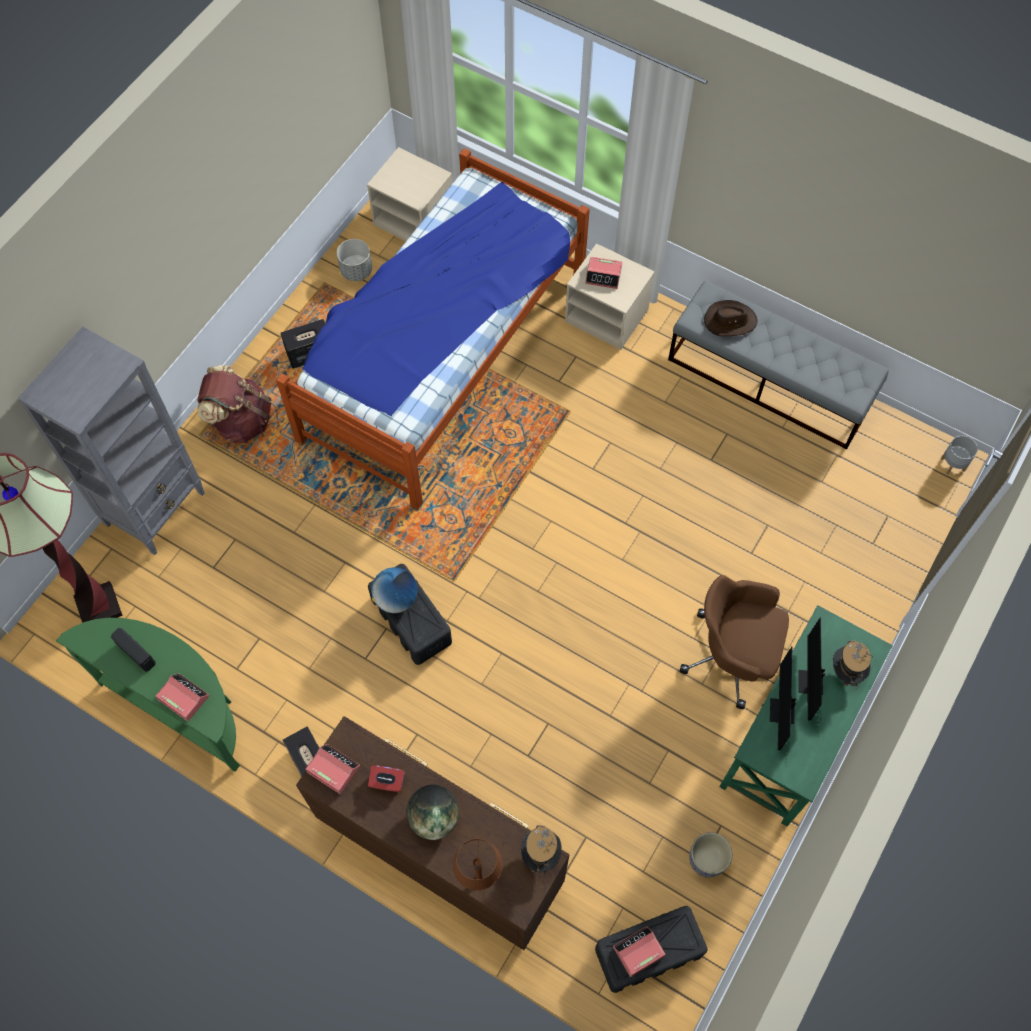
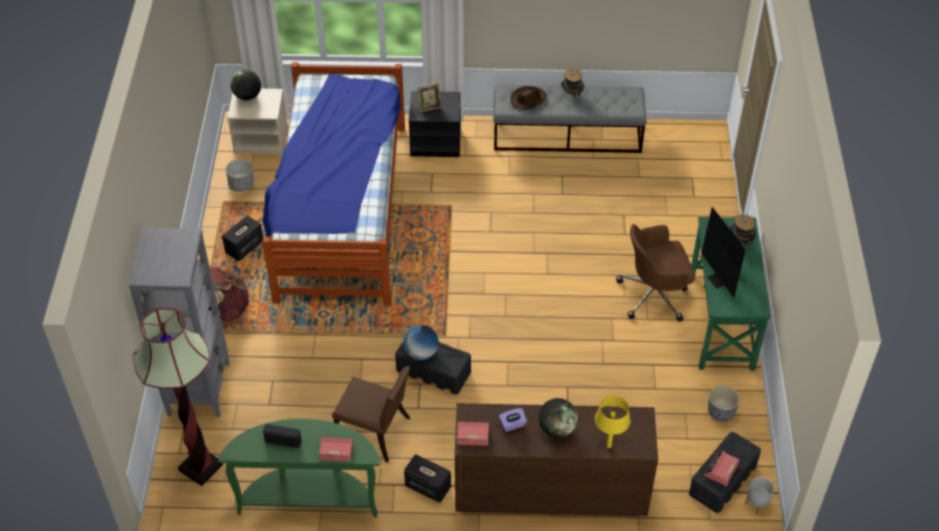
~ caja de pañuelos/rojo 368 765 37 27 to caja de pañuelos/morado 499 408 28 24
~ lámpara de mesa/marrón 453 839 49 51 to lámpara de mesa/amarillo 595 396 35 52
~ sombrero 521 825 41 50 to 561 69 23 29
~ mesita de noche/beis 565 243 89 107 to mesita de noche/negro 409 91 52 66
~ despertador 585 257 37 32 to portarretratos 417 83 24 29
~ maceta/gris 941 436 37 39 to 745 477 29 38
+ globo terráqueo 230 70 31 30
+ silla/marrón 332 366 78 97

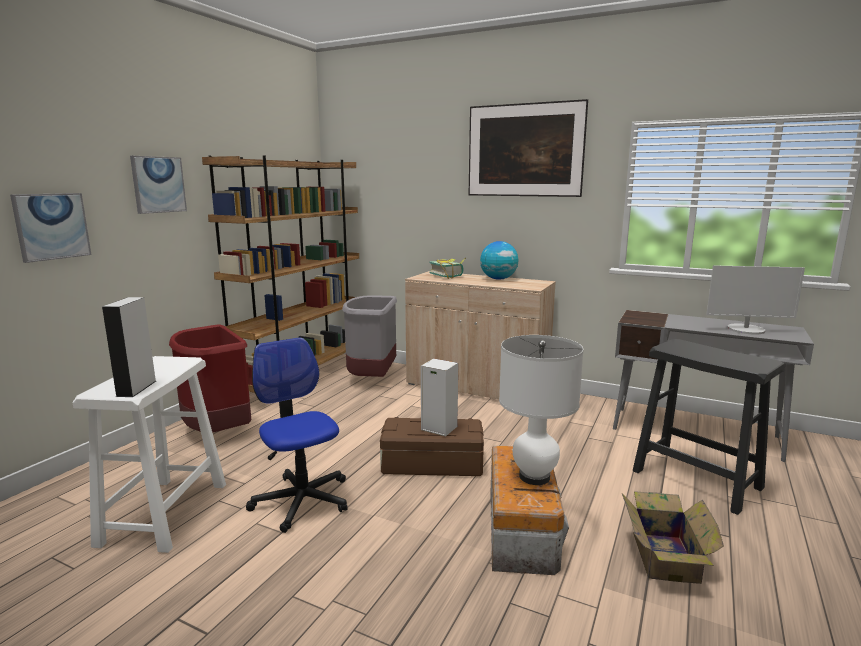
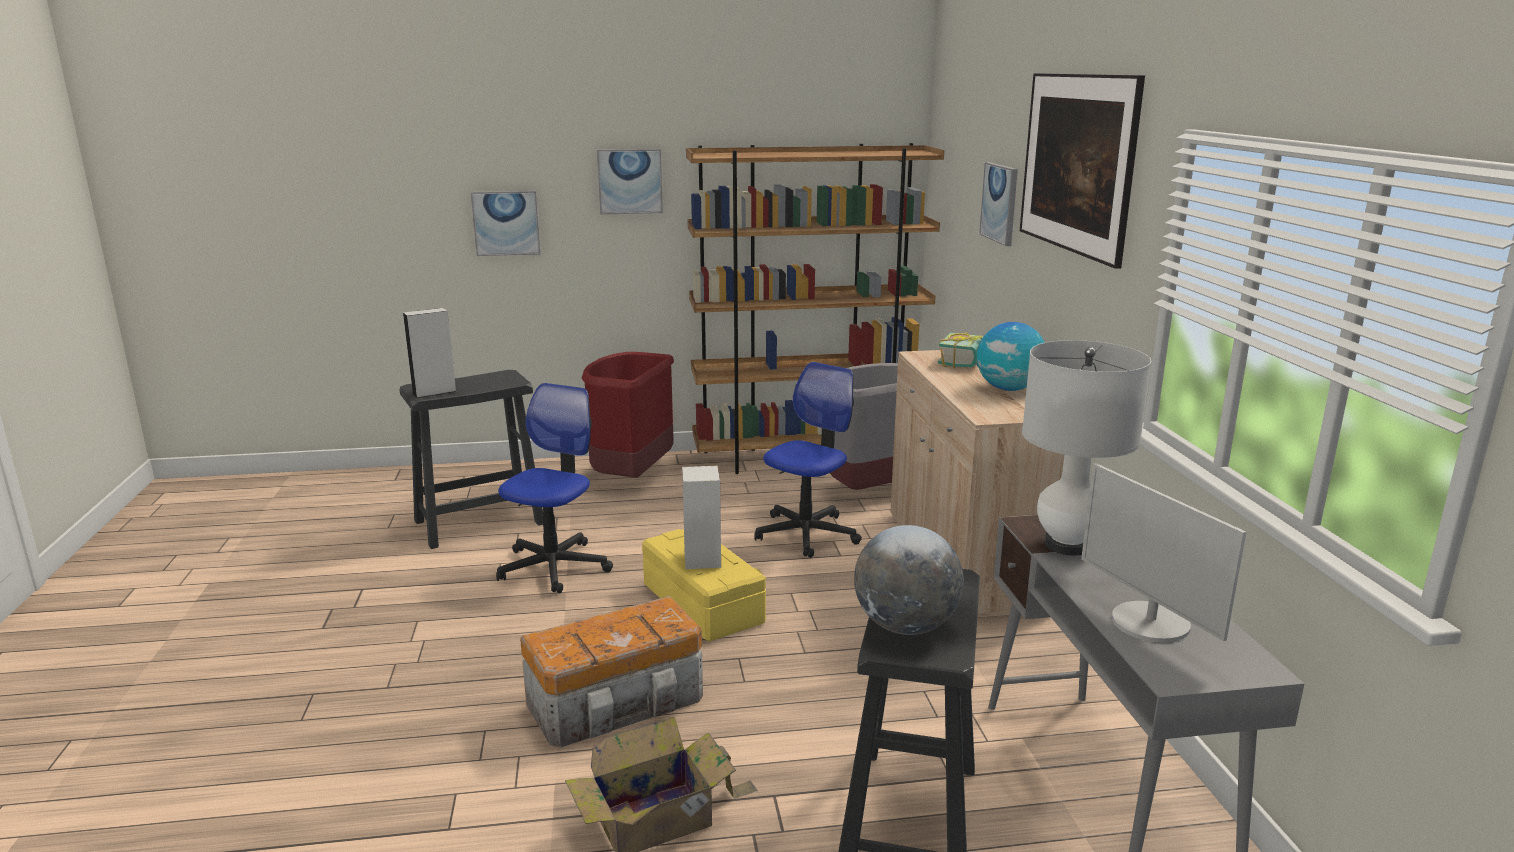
~ taburete/blanco 72 356 154 197 to taburete/negro 400 370 143 179
~ caja de almacenaje/marrón 380 417 104 59 to caja de almacenaje/amarillo 642 529 124 113
~ lámpara de mesa/blanco 499 335 85 150 to 1022 340 130 216
+ silla de oficina 754 362 108 196
+ globo terráqueo 854 525 110 110
+ cuadro 979 162 39 84

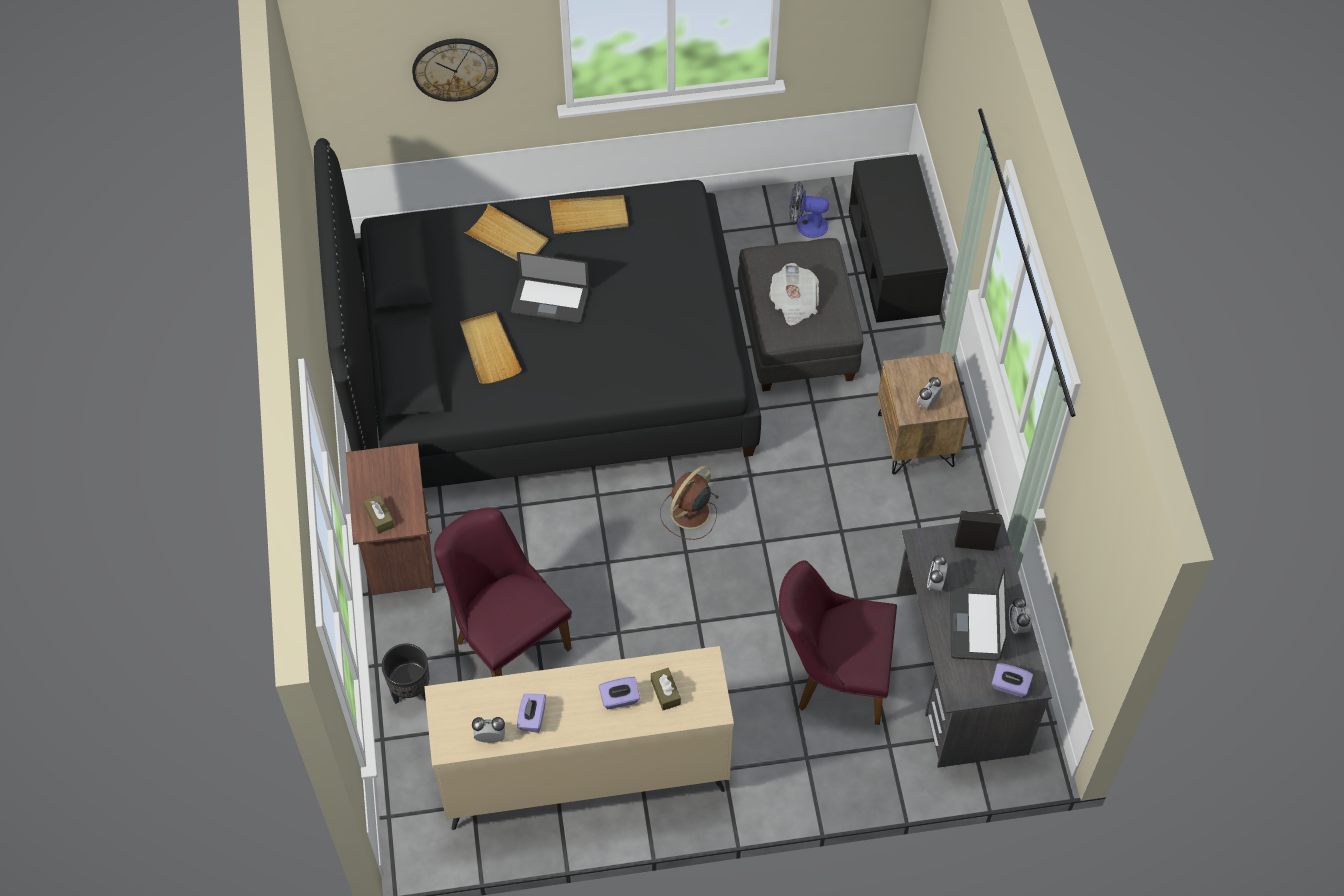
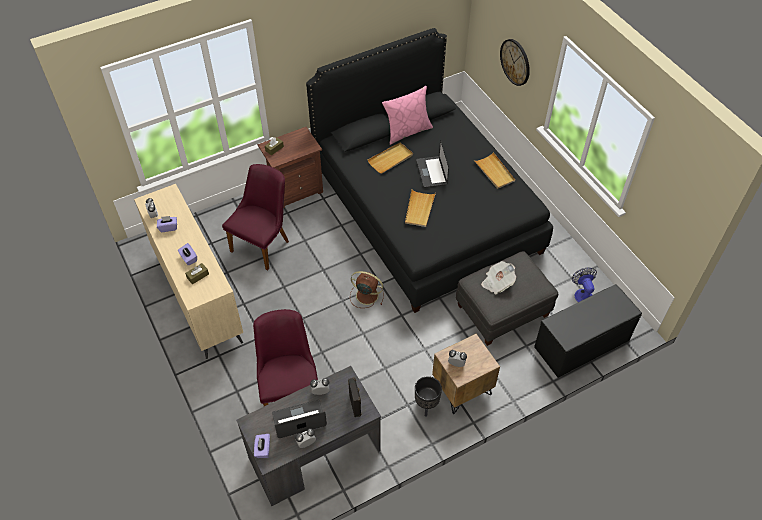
~ maceta/negro 382 644 48 60 to 415 376 27 41
~ bandeja/beis 464 204 84 57 to 405 190 31 37
+ cojín/rosa 382 86 51 59

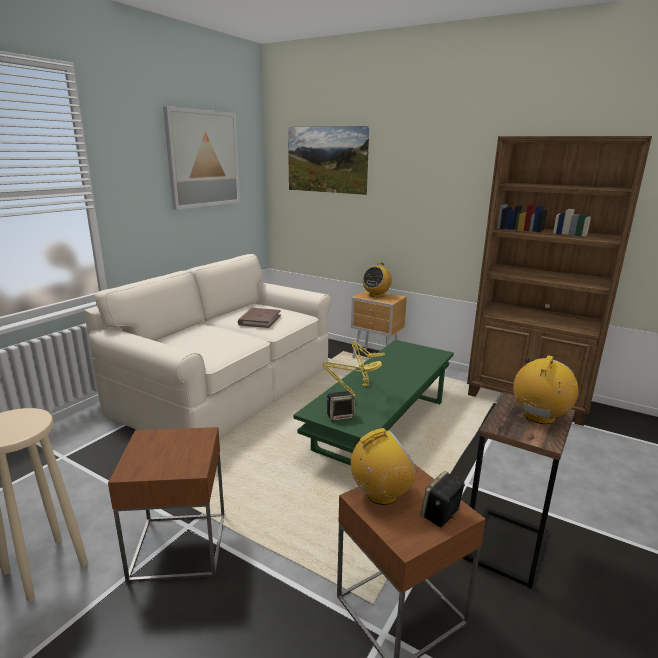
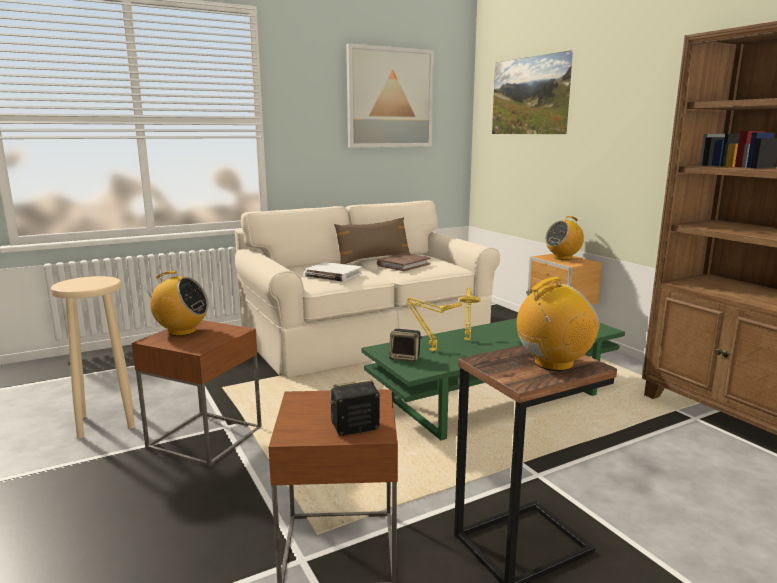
~ radio 351 428 67 77 to 142 271 67 65
+ libro/blanco 305 262 58 20
+ cojín/marrón 334 217 76 47

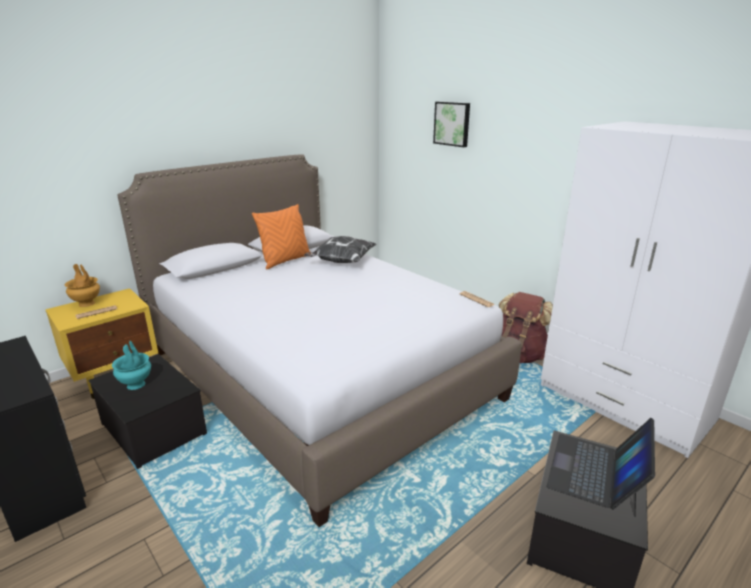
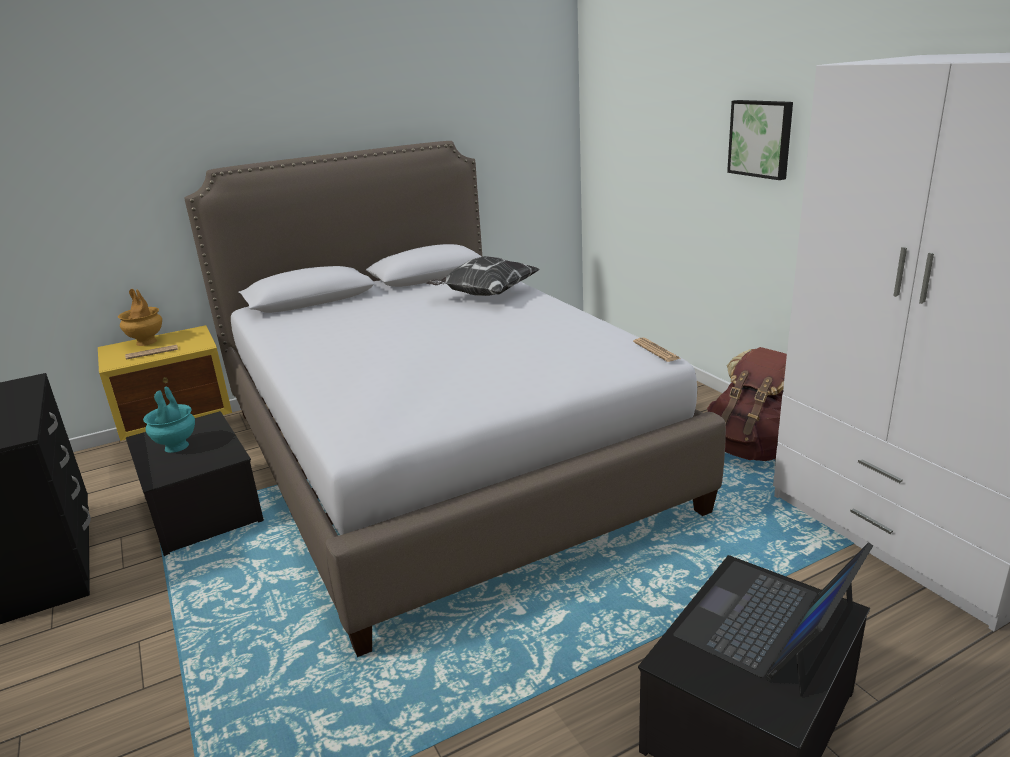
- cojín/naranja 252 204 60 65
~ cuadro 433 101 37 46 to 727 100 66 80

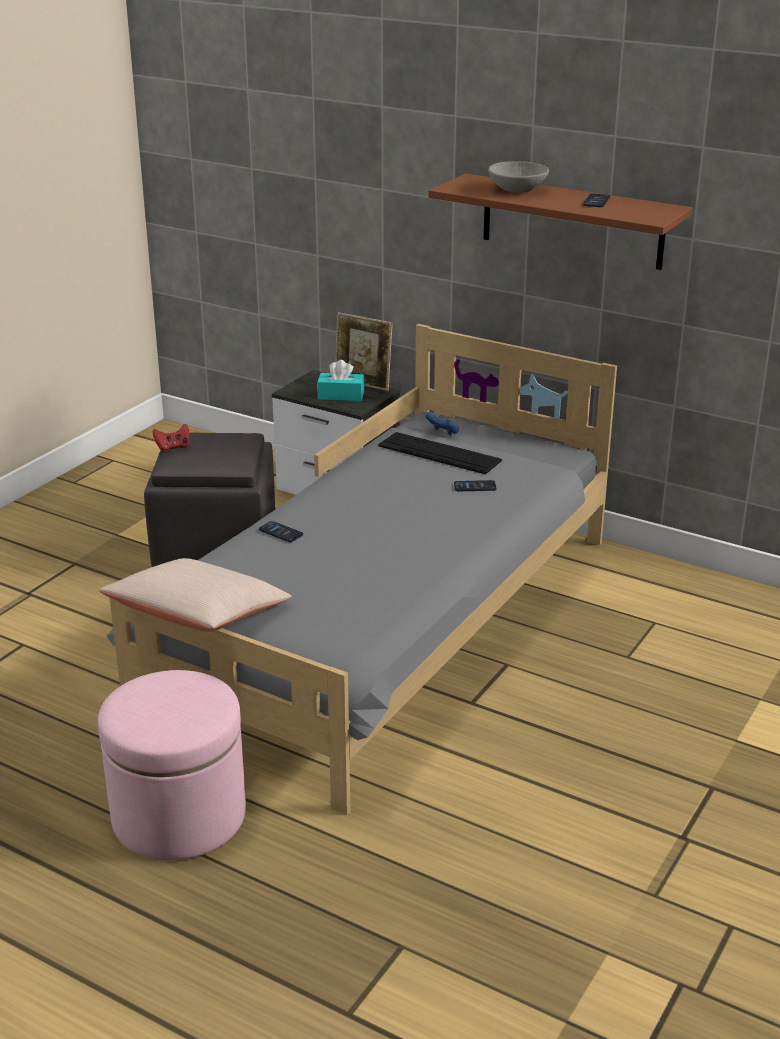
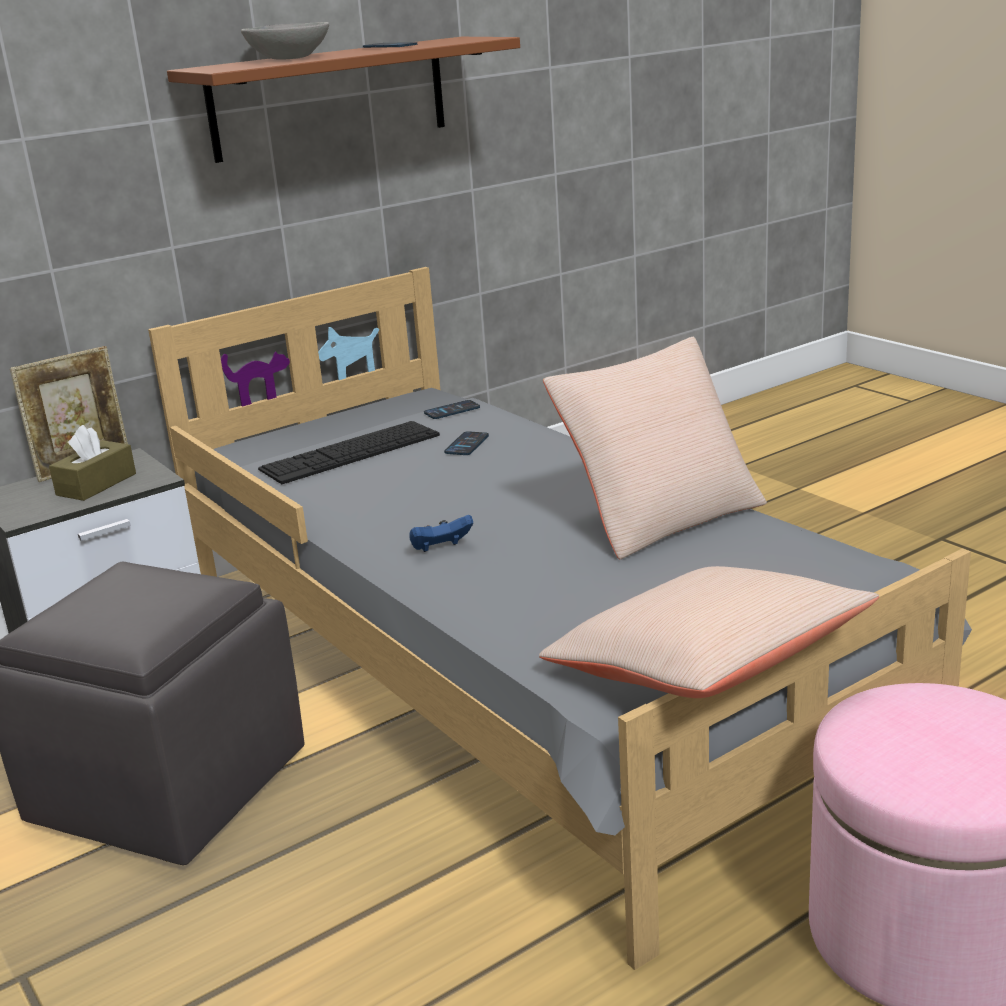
- mando de consola/rojo 153 424 37 27
~ móvil 259 521 44 21 to 424 400 56 19
~ caja de pañuelos/turquesa 317 360 48 41 to caja de pañuelos/marrón 49 425 87 76
~ mando de consola/azul 425 412 34 23 to 409 515 64 37
+ cojín/beis 543 337 224 223

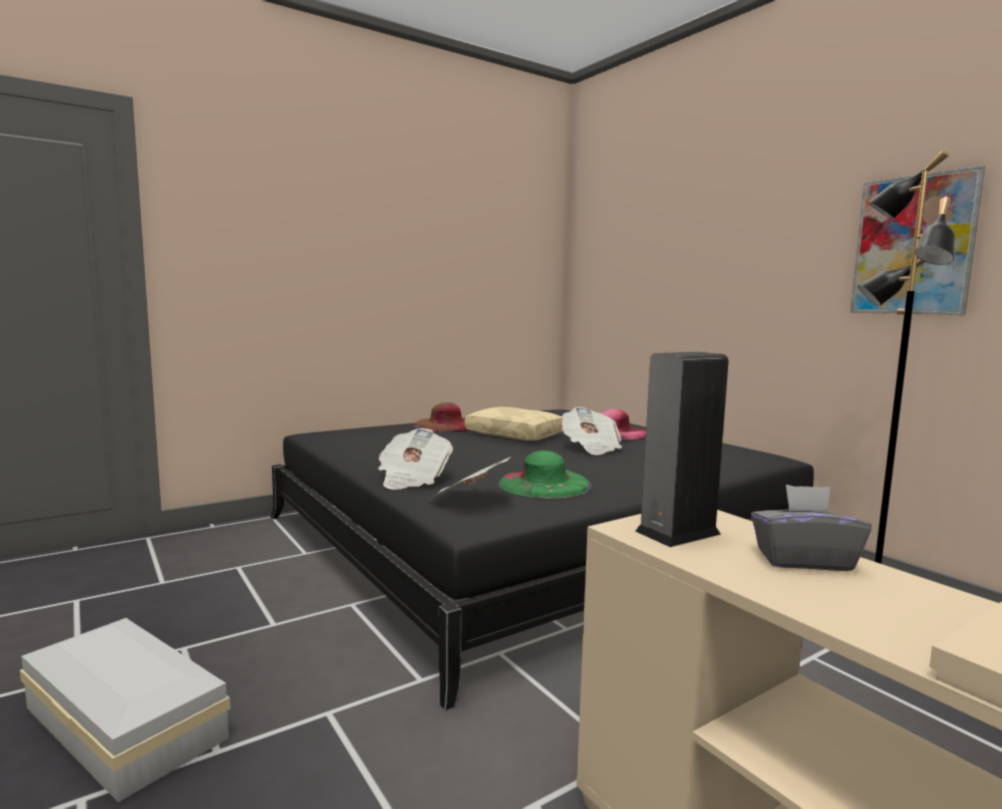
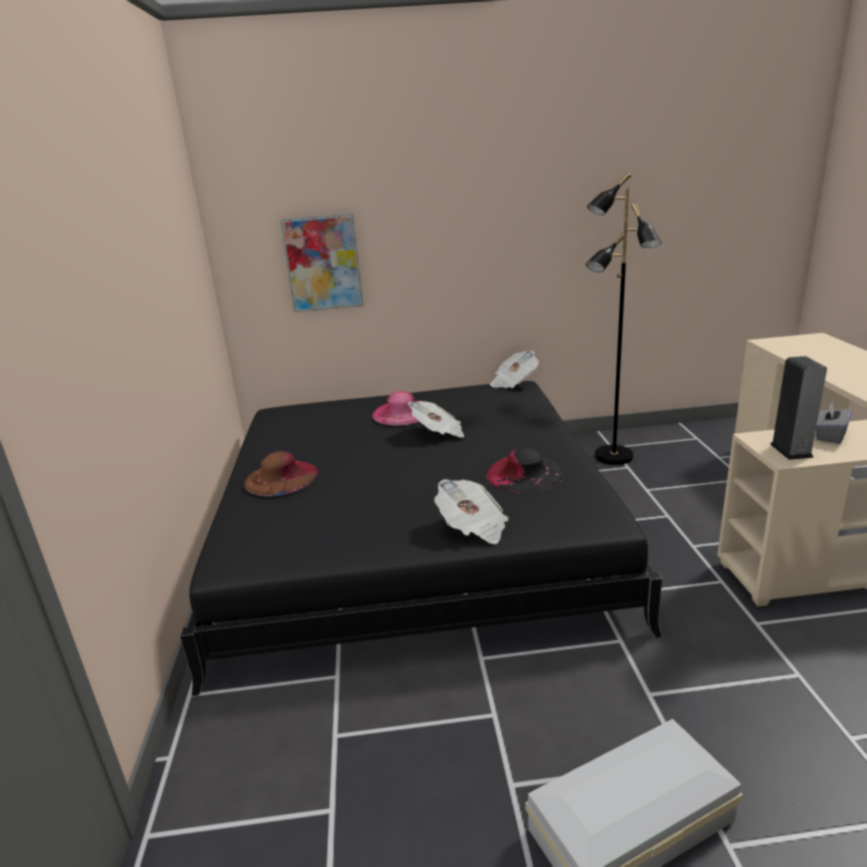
~ periódico 428 457 83 42 to 490 350 49 38
- cojín/beis 465 407 98 34
~ sombrero/verde 498 450 94 49 to sombrero/negro 486 447 78 46
~ cuadro 850 166 136 149 to 280 213 84 99

